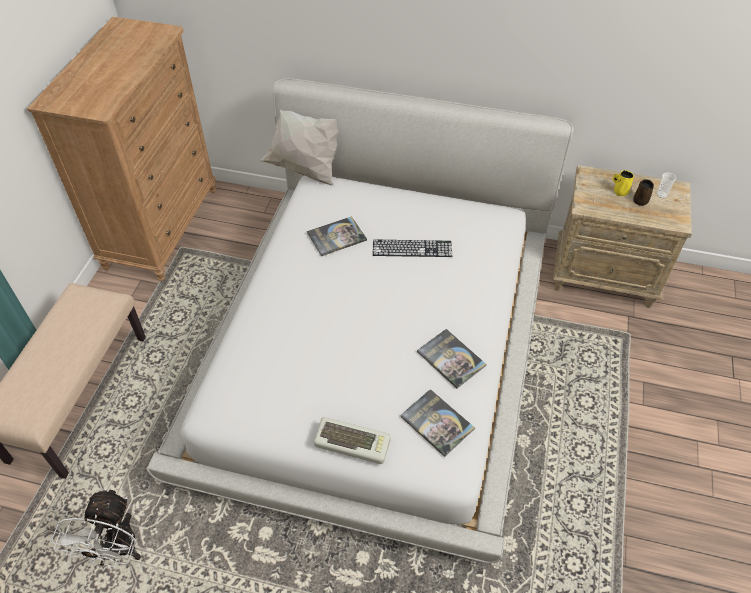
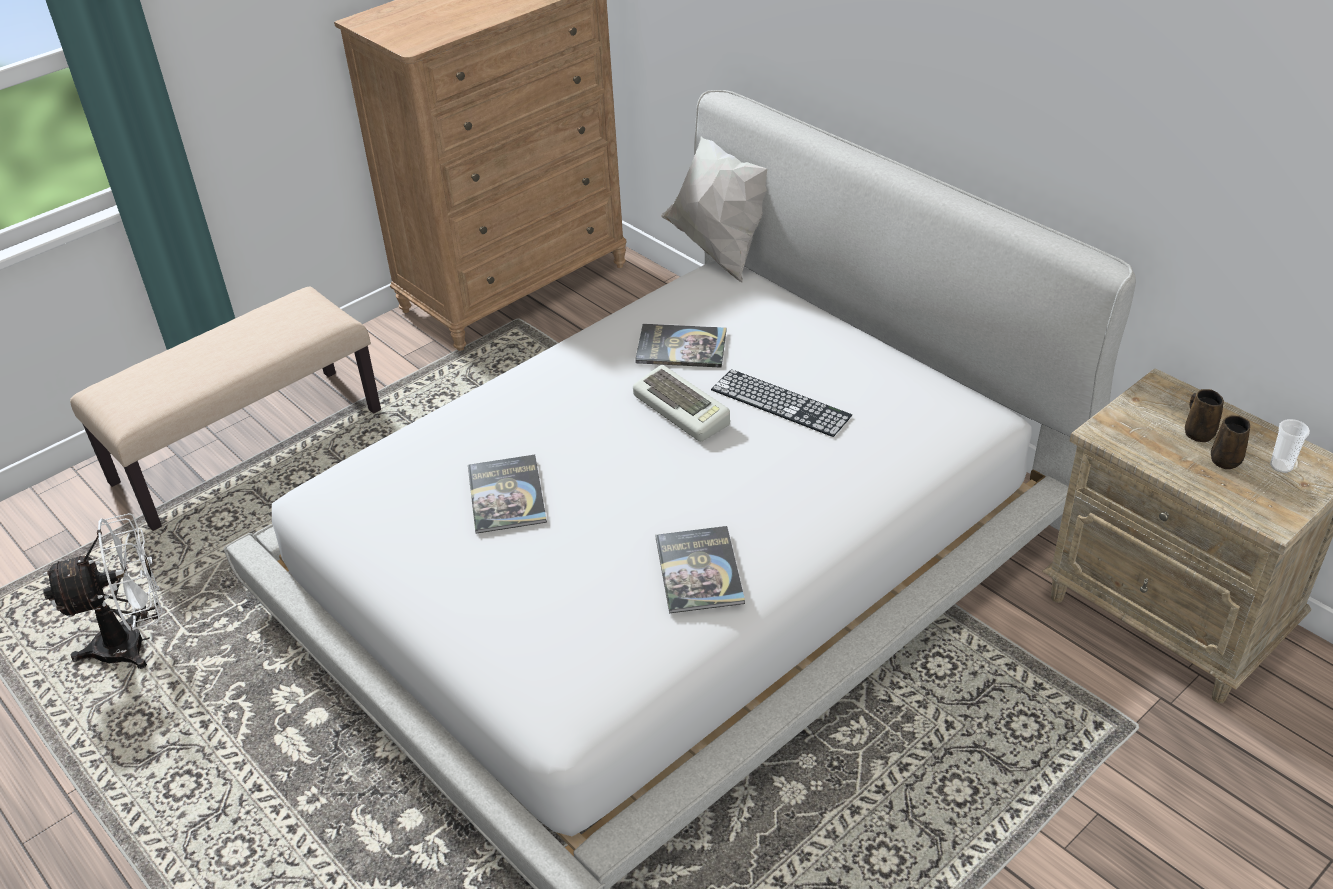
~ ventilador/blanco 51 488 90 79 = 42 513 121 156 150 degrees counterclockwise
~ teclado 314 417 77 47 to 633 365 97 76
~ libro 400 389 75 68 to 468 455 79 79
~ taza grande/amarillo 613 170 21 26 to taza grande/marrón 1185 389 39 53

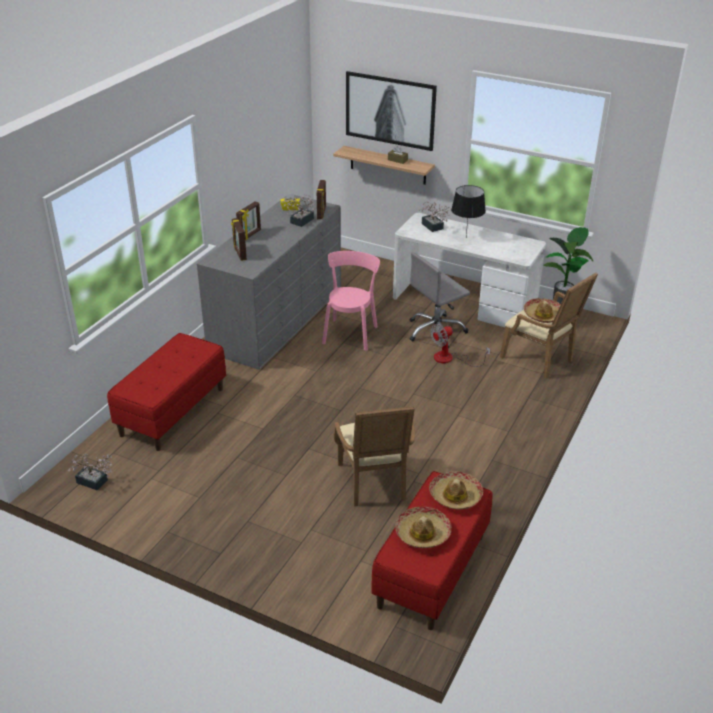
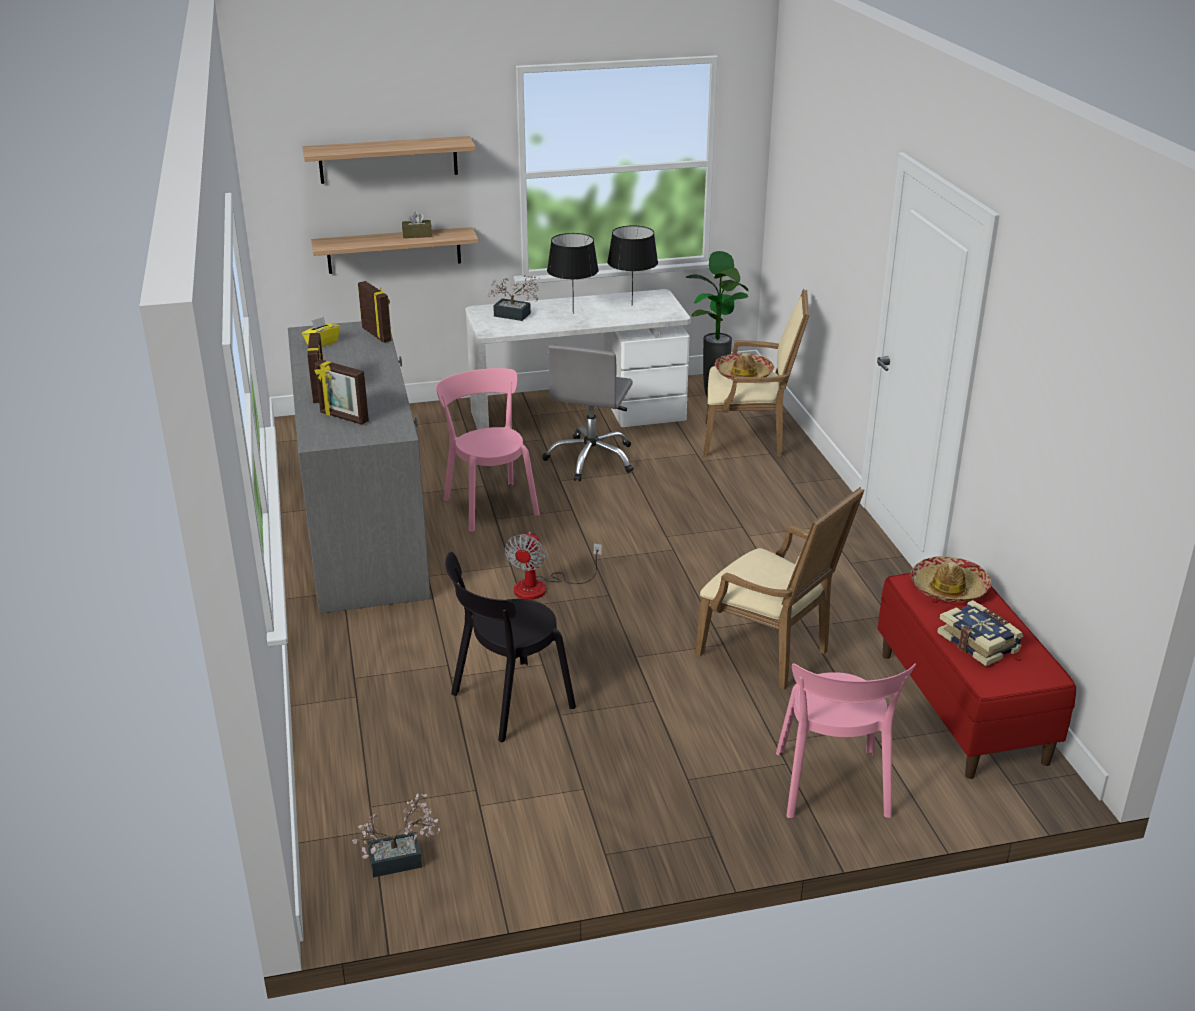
- banco/rojo 107 333 119 118
- planta en maceta 284 195 30 32
~ cuadro 346 71 91 80 to estante 302 136 174 48
~ sombrero 395 507 57 41 to libro 937 600 86 66
~ ventilador 430 324 60 43 to 505 532 97 68
+ silla/negro 445 552 131 190
+ lámpara de mesa/negro 607 225 51 80
+ silla/rosa 776 663 140 155

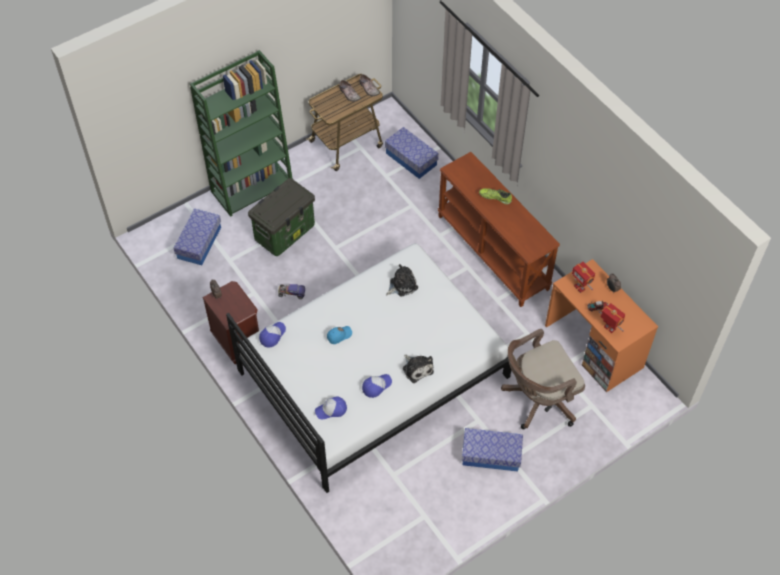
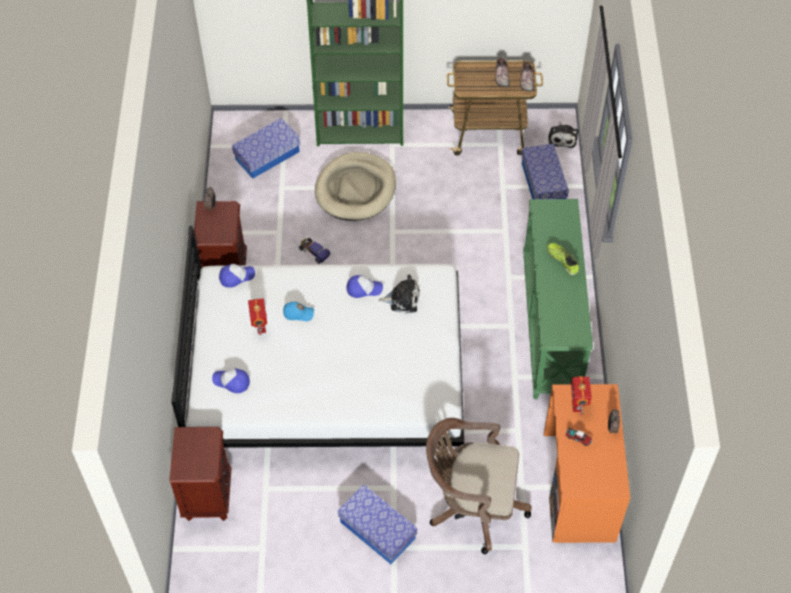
~ caja de almacenaje 248 178 67 78 to cama para perro/beis 315 152 81 69
~ gorra 362 374 30 24 to 347 275 36 23
~ peluche 403 355 31 28 to 548 122 30 26
~ mesa consola/marrón 438 152 122 155 to mesa consola/verde 523 199 70 200
~ robot de juguete 599 303 26 30 to 248 298 19 37
+ mesita de noche/marrón 169 427 62 94

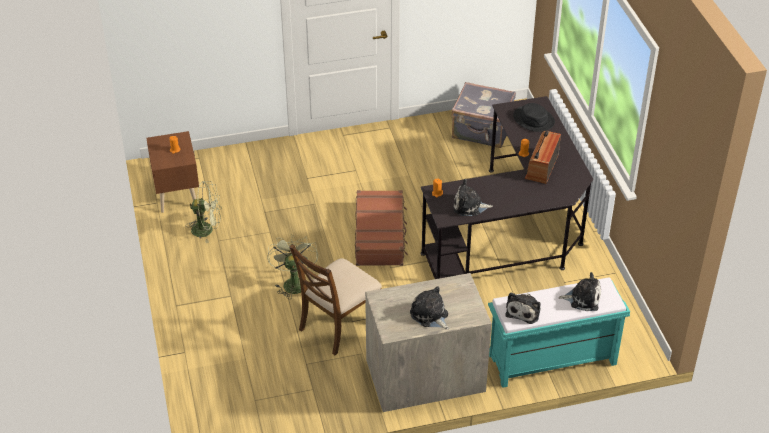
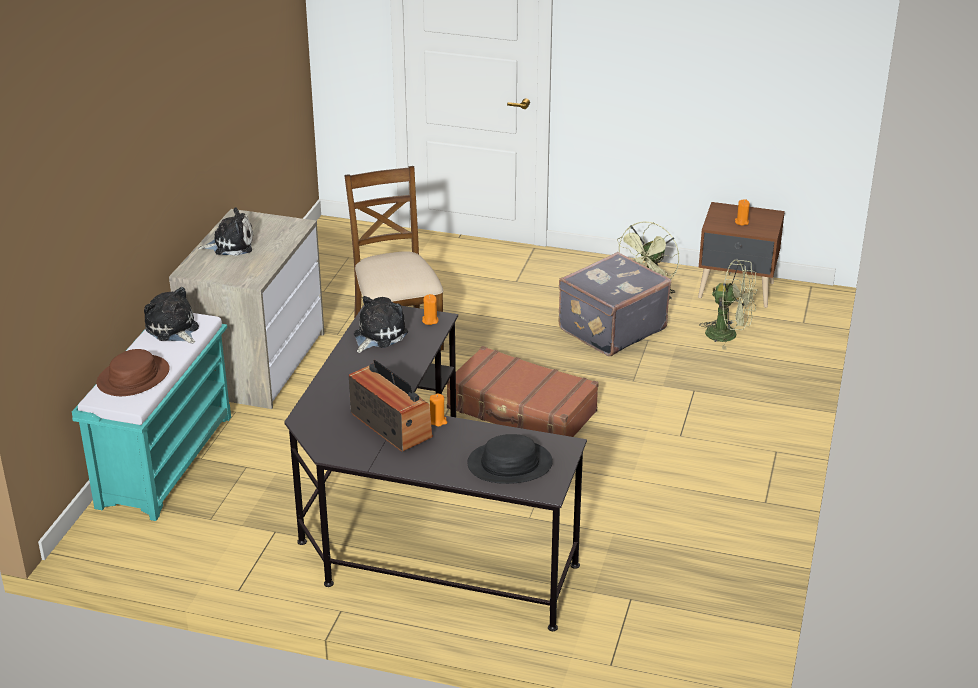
~ ventilador/verde 267 234 51 65 to 701 260 57 90
~ maleta/gris 451 82 65 66 to 558 252 113 104
~ peluche 558 272 43 39 to sombrero/marrón 96 349 74 47

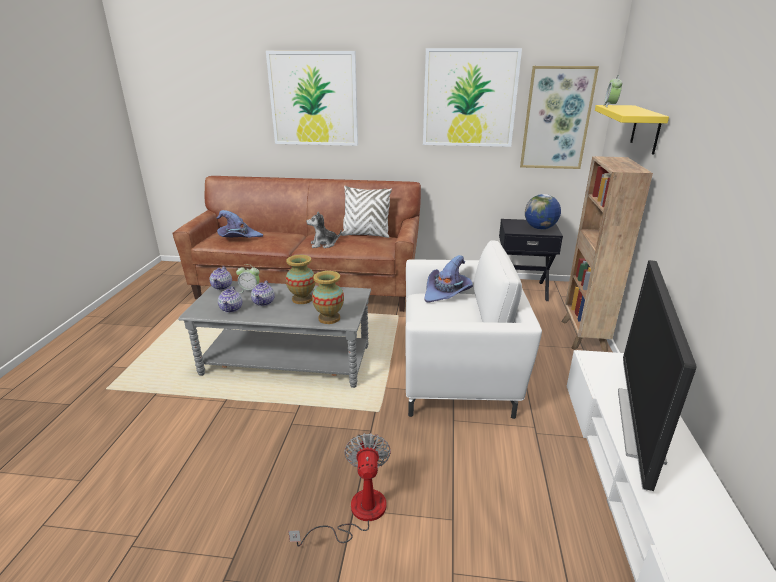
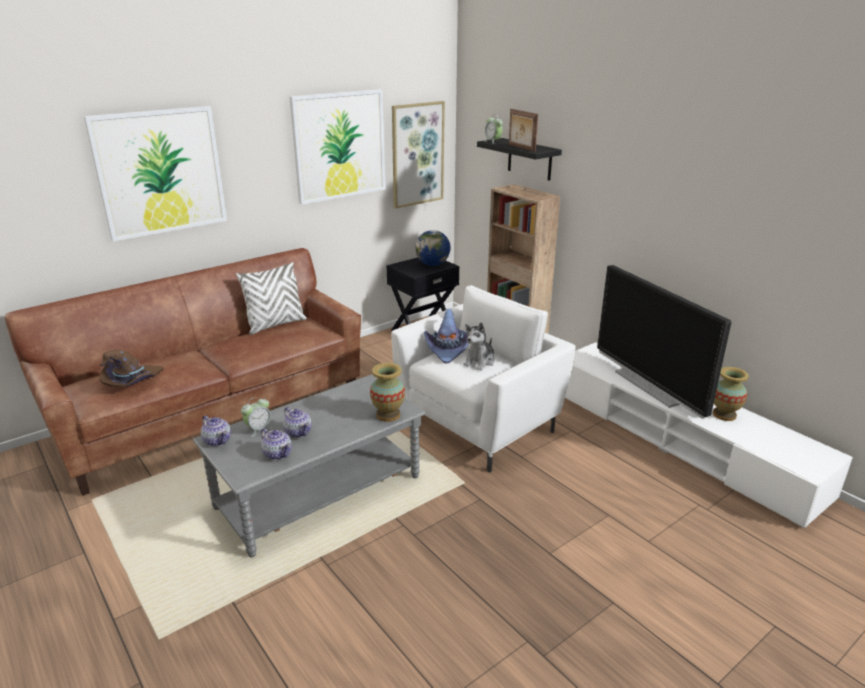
~ sombrero/morado 216 210 47 28 to sombrero/marrón 99 350 64 38
~ florero 286 255 29 49 to 713 367 36 54
- ventilador 288 433 103 114
~ peluche 306 211 36 37 to 463 322 32 49
~ estante/amarillo 595 105 74 50 to estante/negro 477 138 85 43
+ portarretratos 509 109 29 43

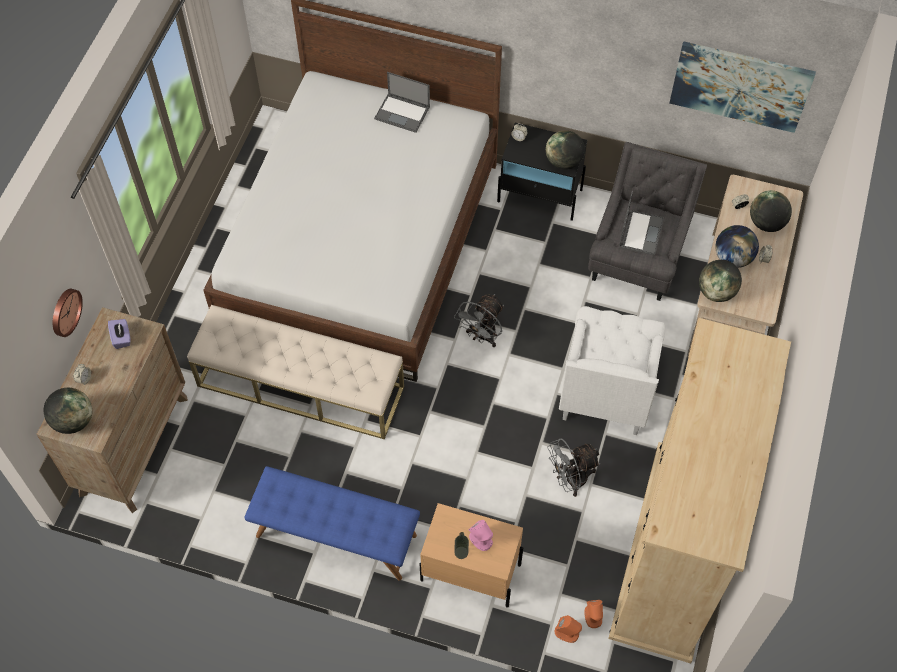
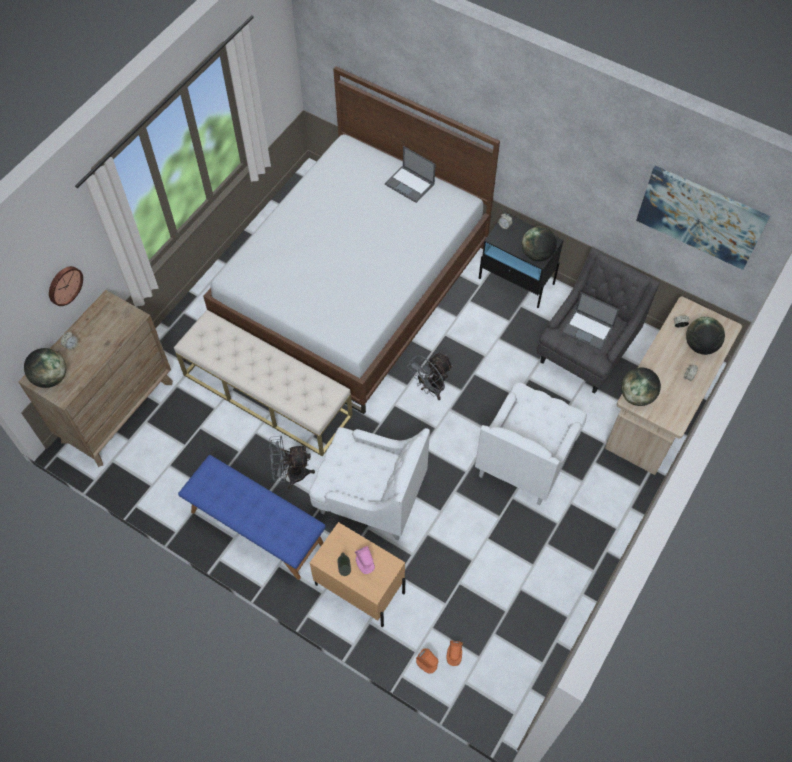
- caja de pañuelos/morado 108 319 23 30
~ ventilador/gris 547 438 54 59 to 269 436 46 53
- armario ropero/beis 608 318 183 345
~ portátil 619 190 45 66 = 562 292 58 58 90 degrees clockwise
- globo terráqueo 715 225 44 43
+ sillón/blanco 309 427 121 113

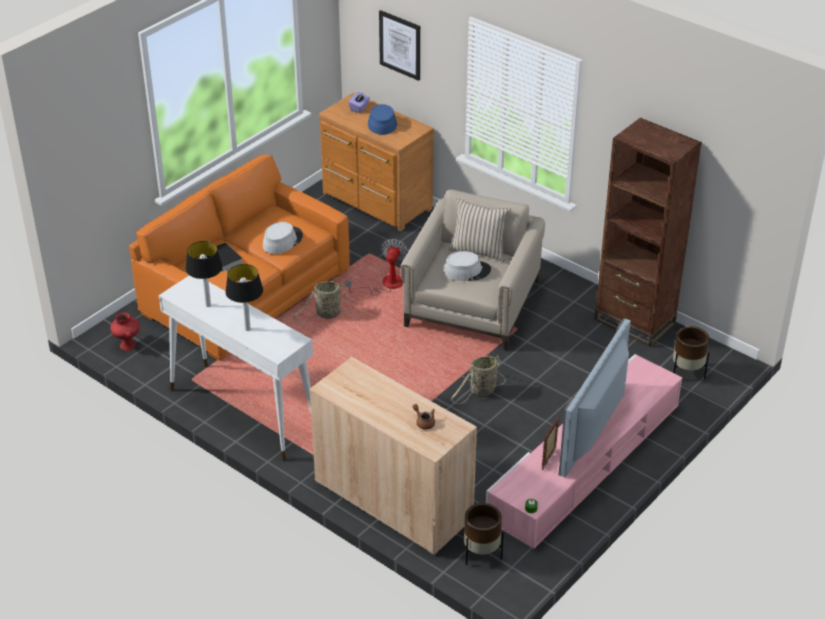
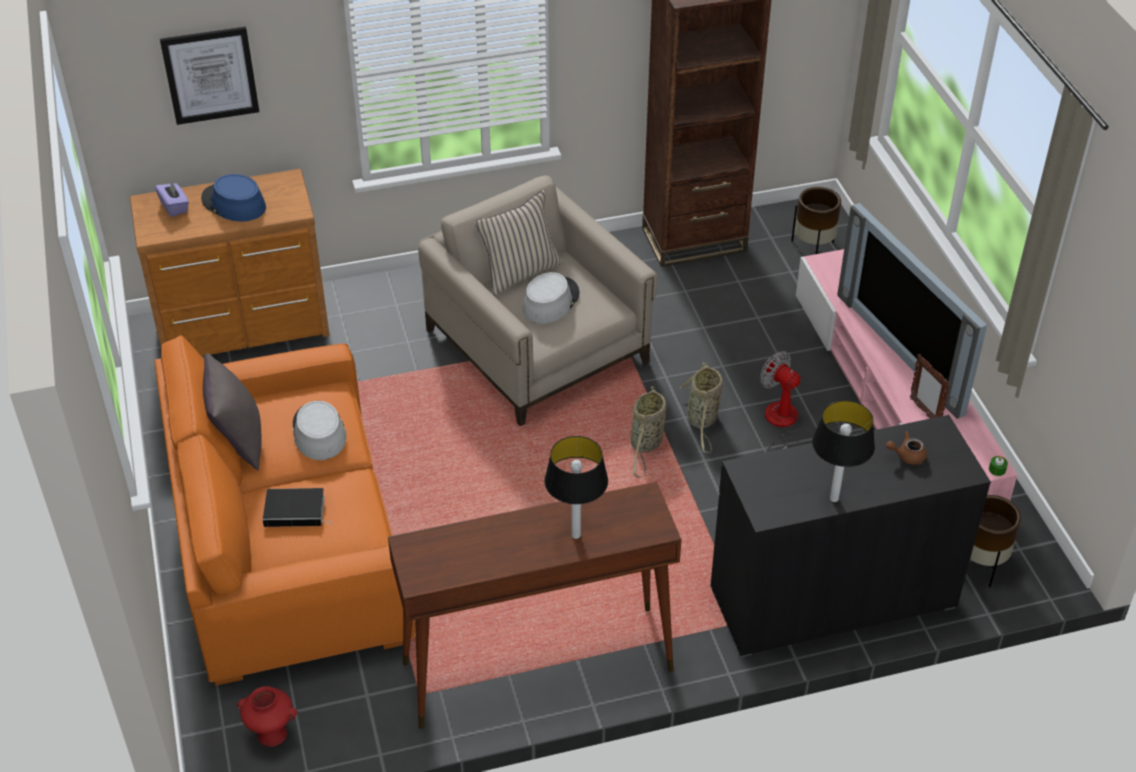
~ mesa consola/blanco 159 275 154 185 to mesa consola/marrón 388 482 294 247
~ lámpara de mesa 185 241 38 66 to 812 400 63 102
~ cesta 293 281 60 42 to 631 386 35 92
~ armario/beis 309 357 168 199 to armario/negro 710 415 281 242
~ ventilador 346 239 62 56 to 760 351 41 101
+ cojín/gris 203 353 59 117

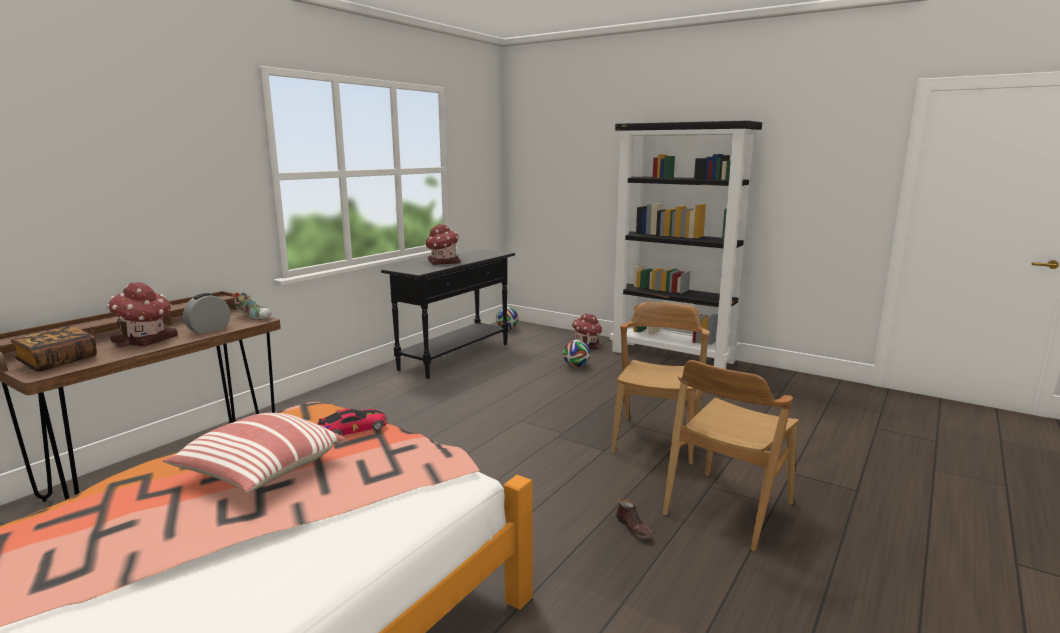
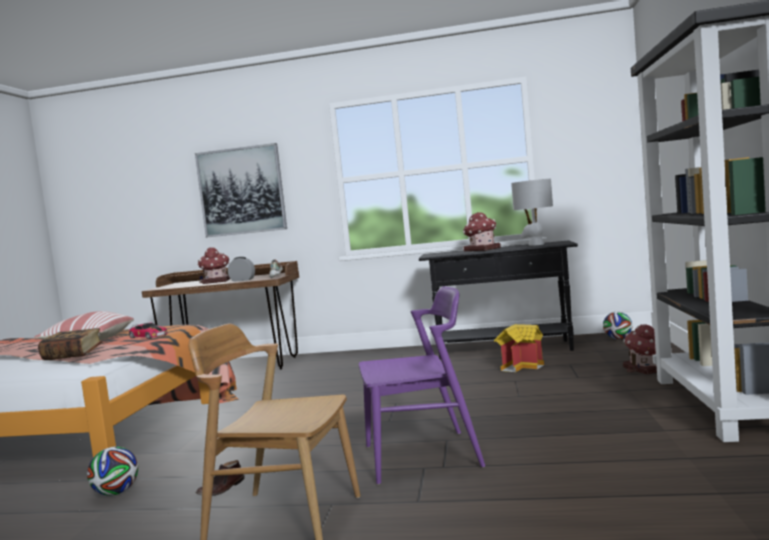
~ libro 10 326 87 45 to 38 328 65 32
~ balón de fútbol 563 340 27 27 to 87 446 51 50
~ silla/marrón 611 302 99 162 to silla/morado 359 286 126 199
+ cuadro 195 143 92 95
+ casita 494 324 50 48
+ lámpara de mesa/gris 511 179 42 67

